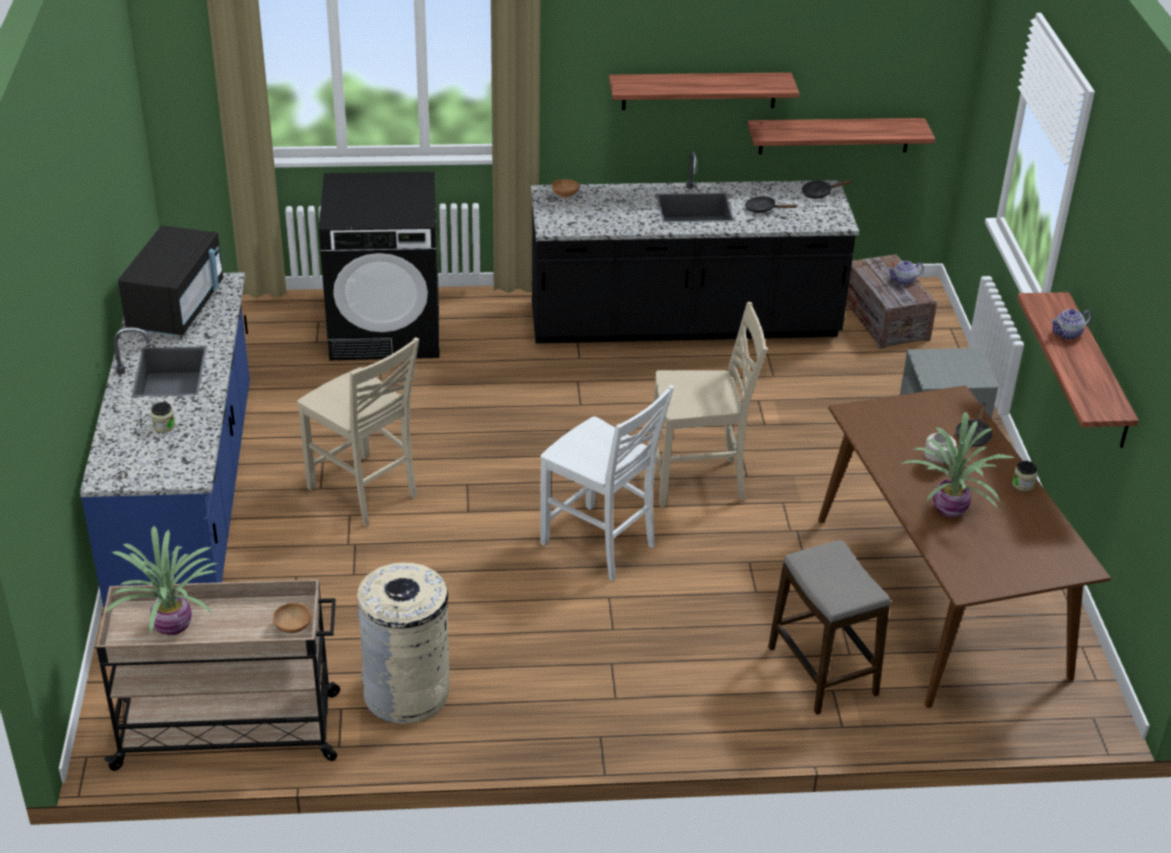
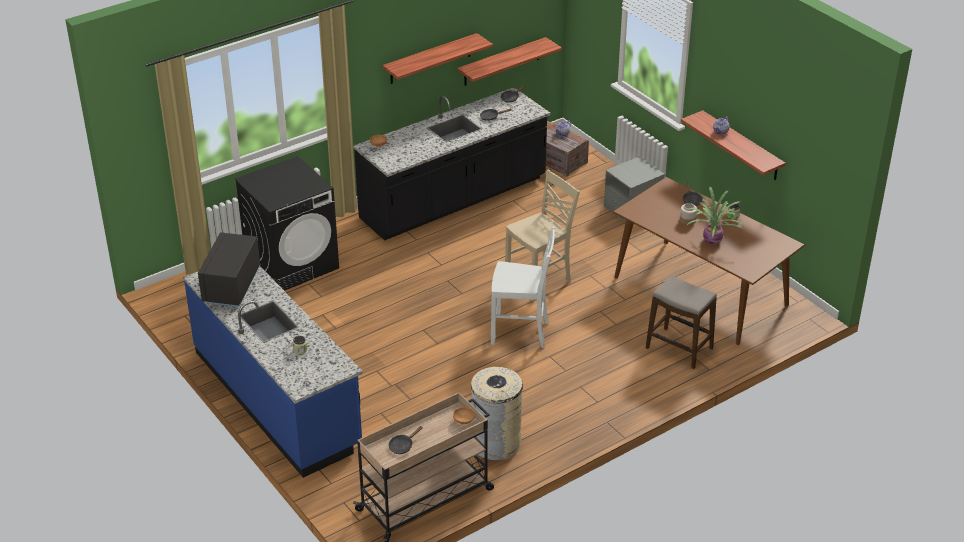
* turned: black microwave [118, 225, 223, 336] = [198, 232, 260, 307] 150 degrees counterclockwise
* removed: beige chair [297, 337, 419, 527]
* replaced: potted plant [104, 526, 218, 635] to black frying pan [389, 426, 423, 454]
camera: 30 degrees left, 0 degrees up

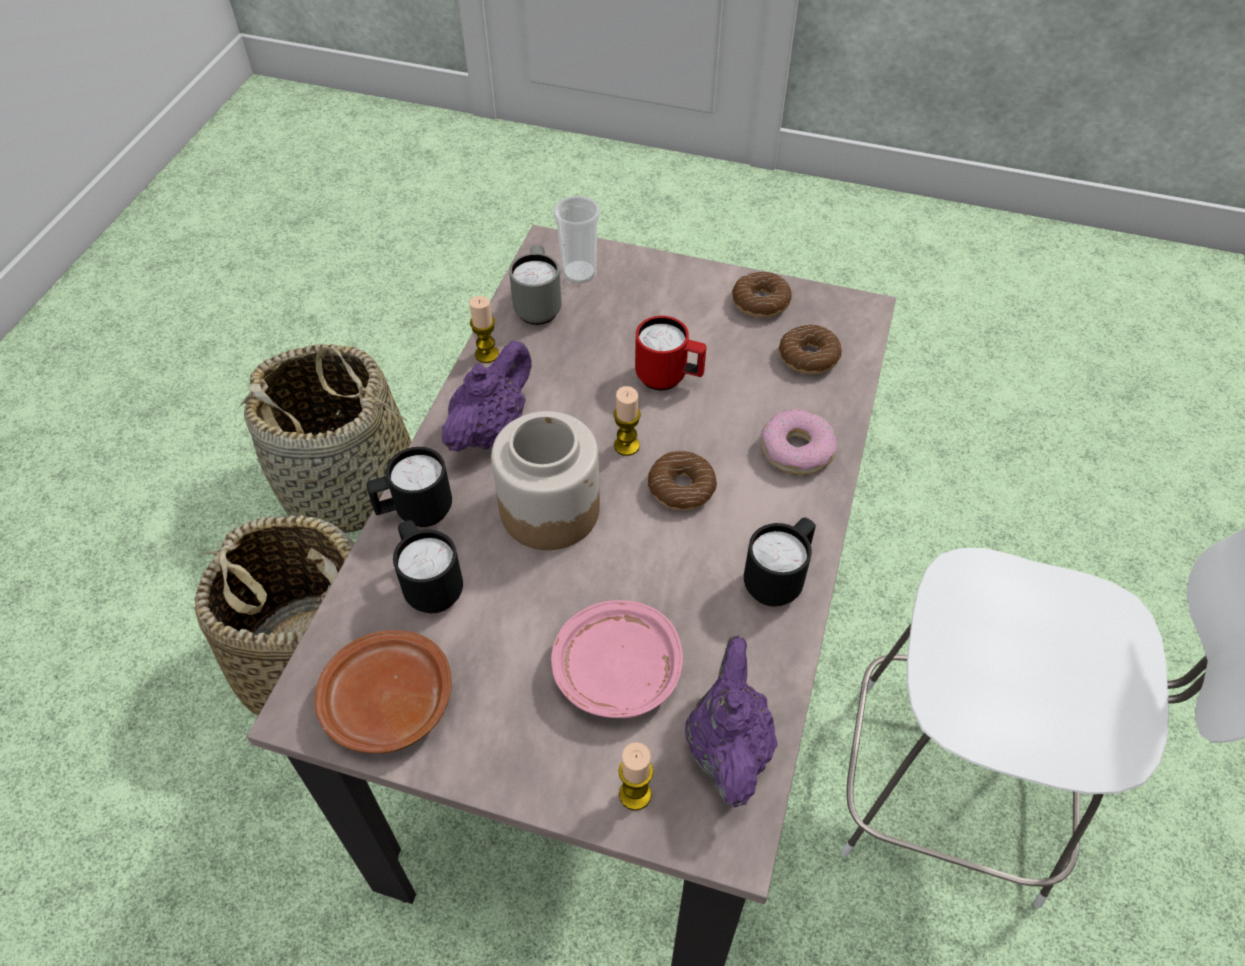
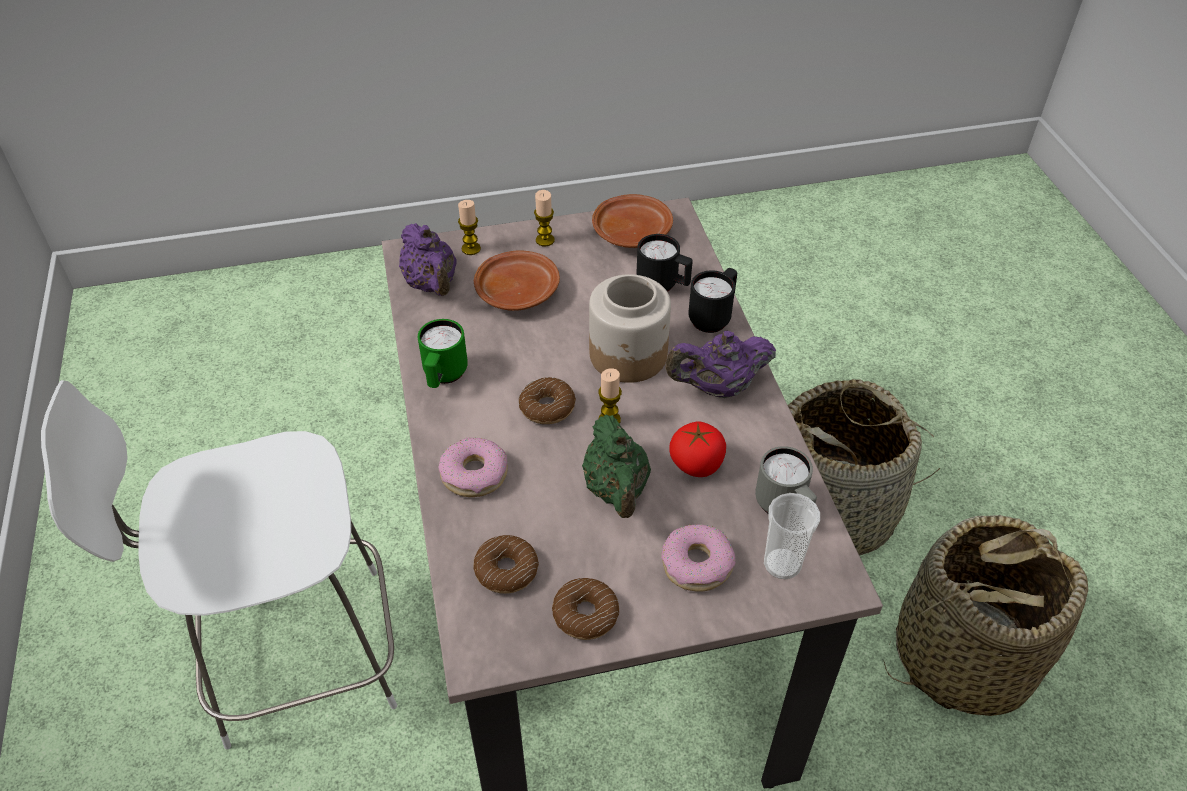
* moved: candle [469, 296, 499, 363] to [534, 190, 555, 246]
* replaced: red mug [635, 316, 707, 390] to green teapot [582, 415, 651, 518]
* turned: purple teapot [442, 340, 532, 452] = [666, 331, 776, 398] 75 degrees clockwise
* recoloured: black mug [744, 517, 816, 607] to green mug [418, 319, 468, 388]
* recoloured: pink plate [551, 600, 683, 718] to brown plate [474, 250, 560, 311]
* added: tomato [669, 422, 726, 477]
* added: donut [661, 524, 735, 592]
camera: 150 degrees right, 5 degrees down

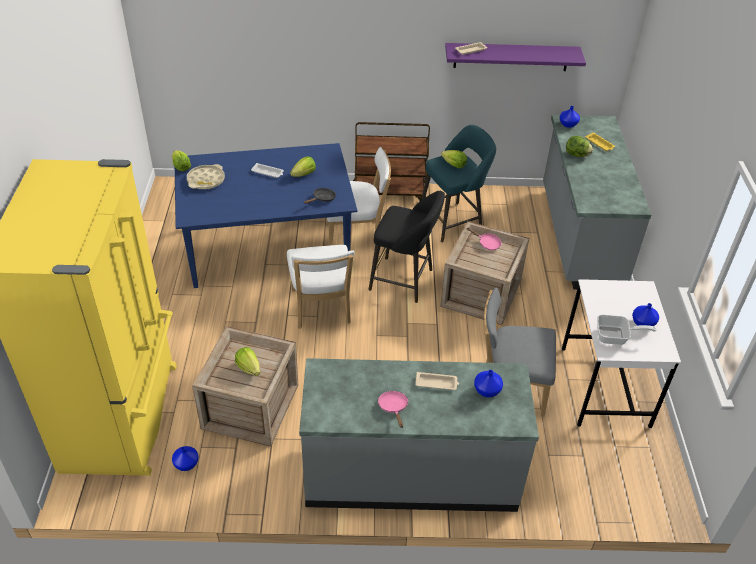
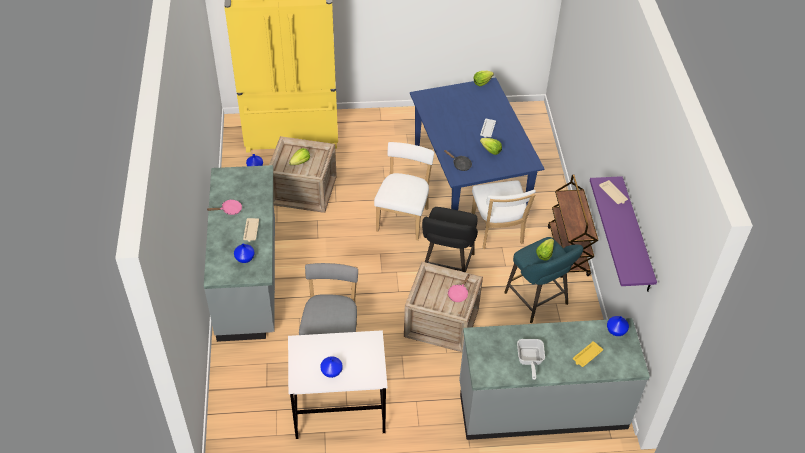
* removed: lettuce [566, 136, 593, 157]
* removed: beige tray [187, 164, 225, 189]
* turned: white chair [287, 245, 354, 329] = [374, 142, 434, 240] 120 degrees clockwise
* moved: frying pan [597, 315, 656, 345] to [517, 339, 545, 380]
camera: 85 degrees right, 5 degrees up

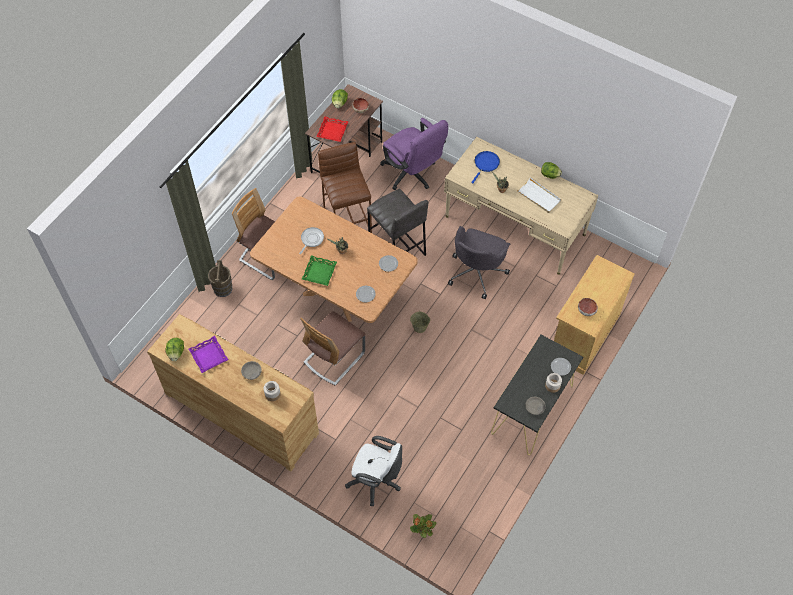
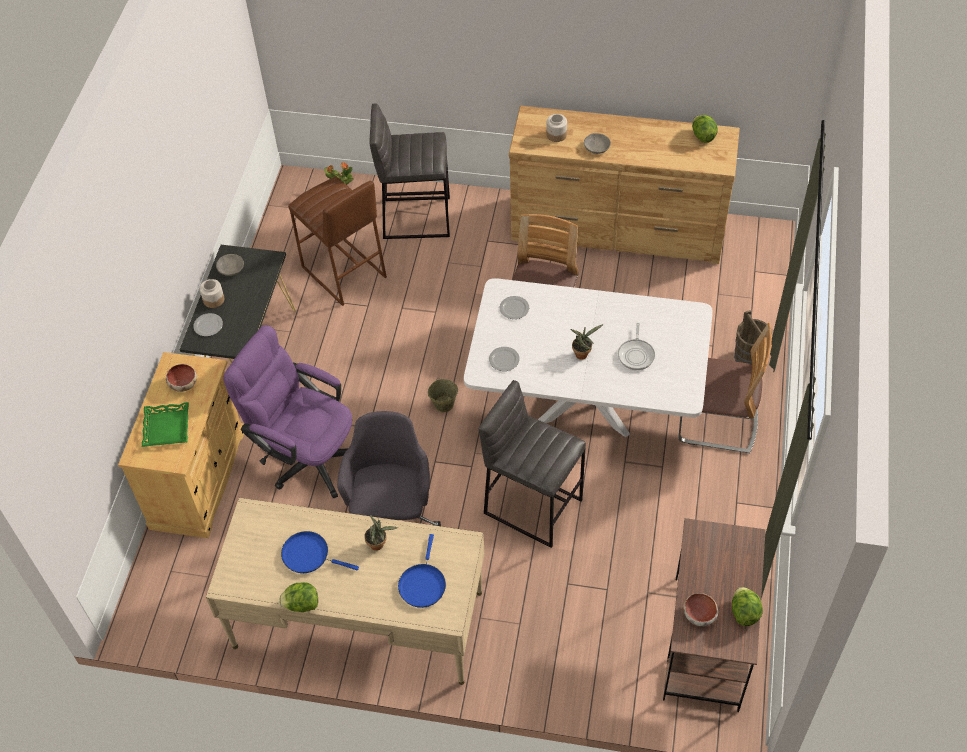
* removed: red tray [316, 116, 349, 142]
* moved: purple office chair [380, 118, 448, 190] to [223, 325, 352, 498]
* moved: brown stool [318, 142, 372, 233] to [288, 176, 387, 306]
* replaced: white tray [516, 177, 561, 213] to blue frying pan [281, 531, 359, 573]
* recoloured: brown dining table [250, 196, 418, 323] to white dining table [464, 278, 713, 437]
* moved: green tray [302, 255, 337, 286] to [142, 402, 189, 447]
* removed: purple tray [189, 336, 229, 373]
* replaced: white office chair [345, 436, 402, 506] to grey stool [370, 104, 450, 239]
camera: 160 degrees right, 5 degrees down

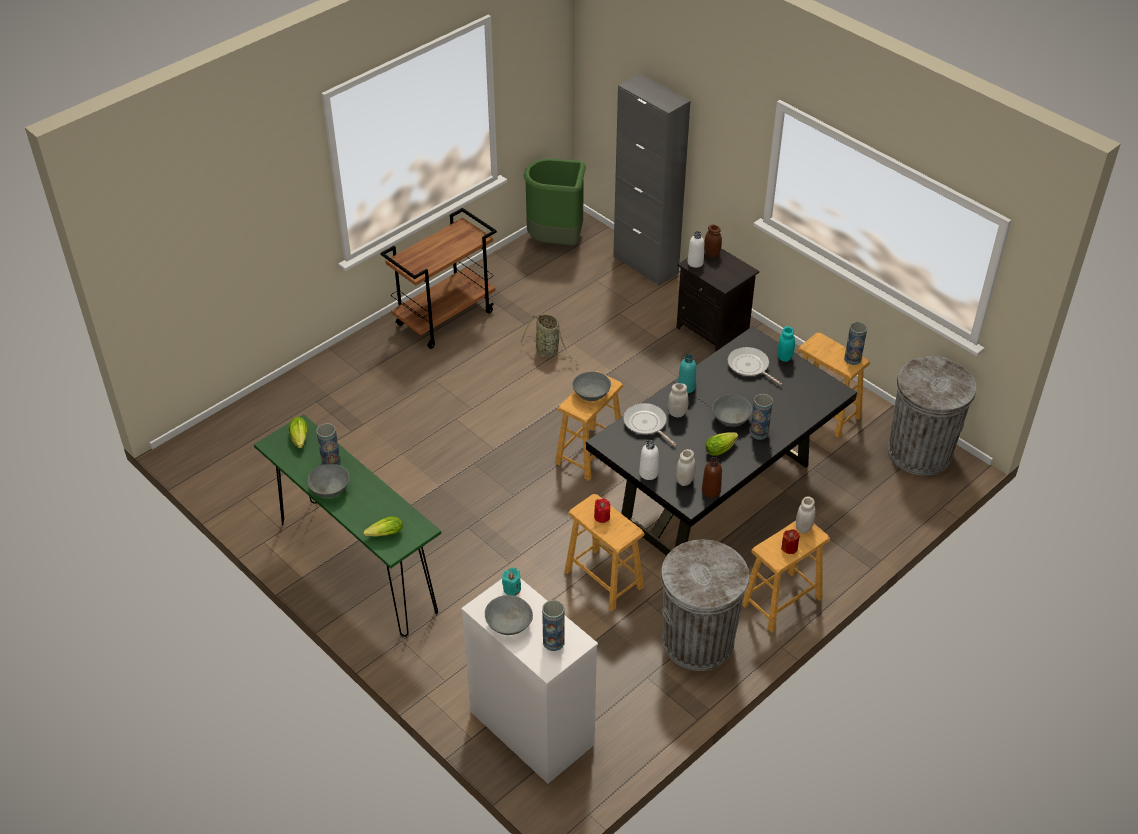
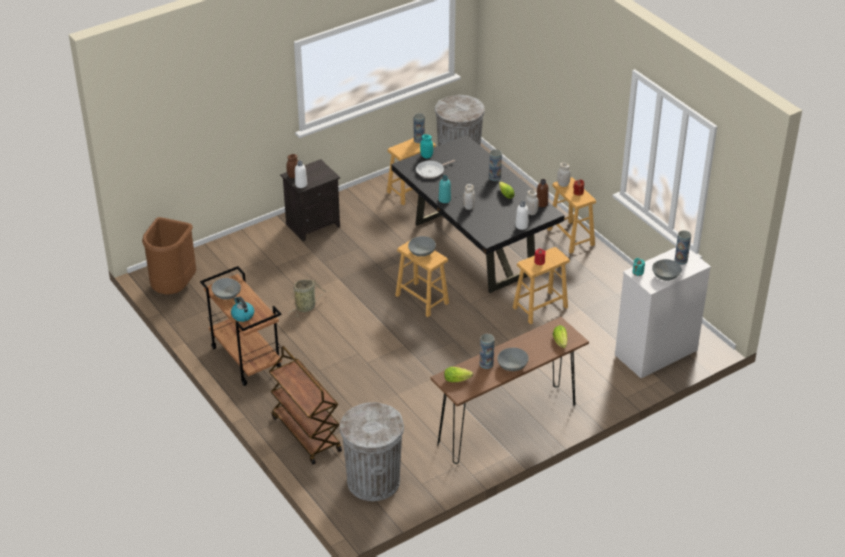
* removed: grey cabinet [613, 74, 691, 286]
* recoloured: green trash can [523, 158, 586, 246] to brown trash can [142, 217, 196, 295]
* moved: grey bowl [712, 394, 752, 427] to [211, 278, 241, 300]
* removed: frying pan [623, 403, 676, 446]
* recoloured: green console table [254, 414, 441, 637] to brown console table [430, 317, 589, 464]
* moved: grey trash can [661, 540, 750, 671] to [340, 402, 404, 501]
* added: kettle [231, 297, 254, 322]
* added: brown cart [269, 346, 342, 464]
camera: 80 degrees left, 5 degrees down

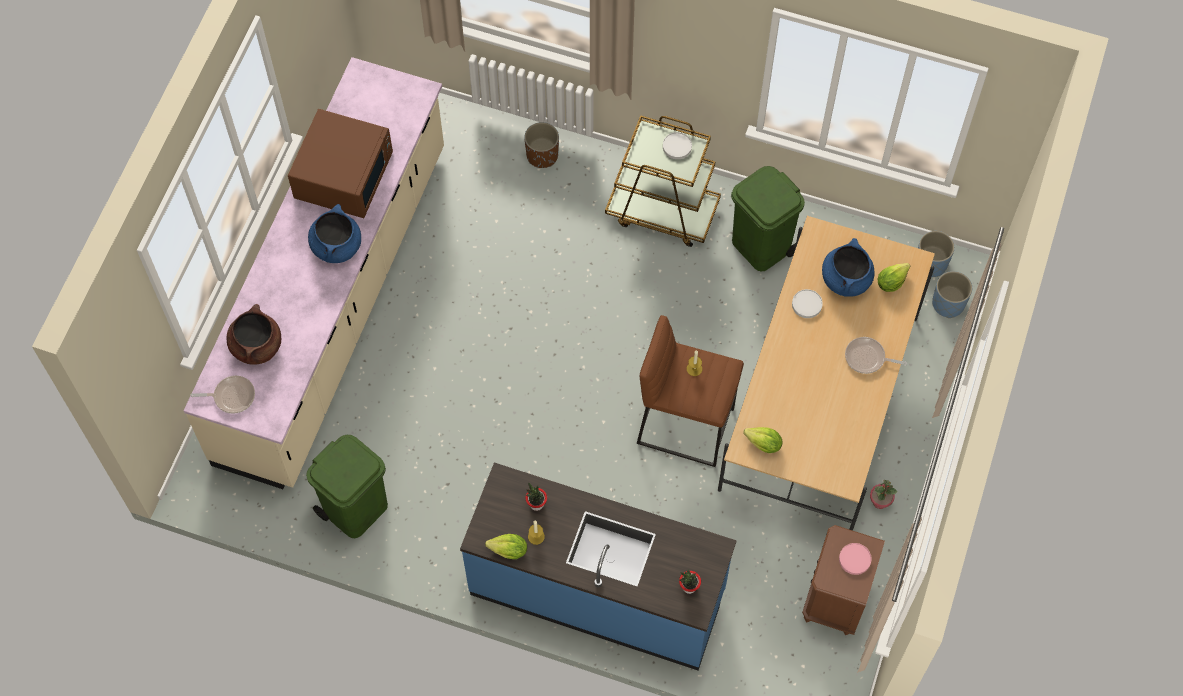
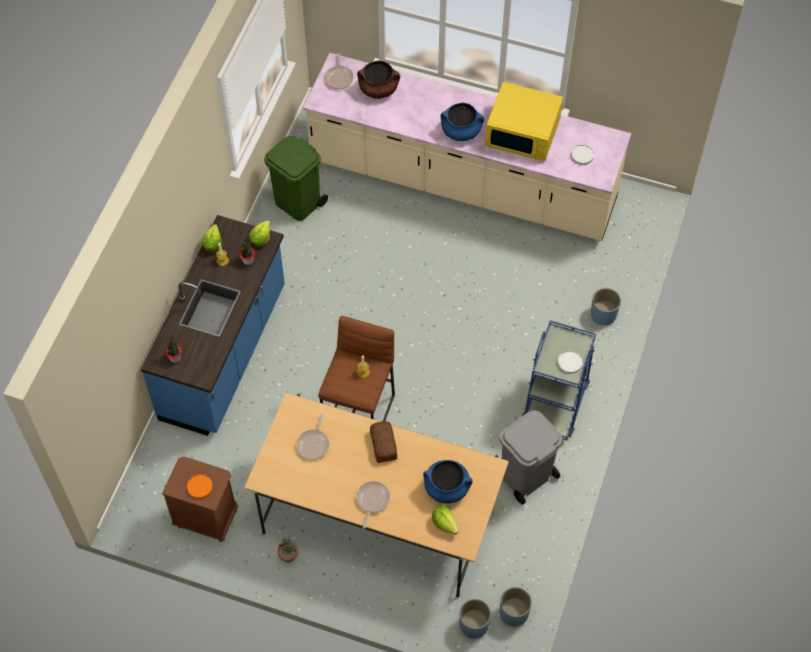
* recoloured: brown microwave [288, 109, 393, 218] to yellow microwave [485, 82, 563, 161]
* recoloured: brown cart [605, 115, 721, 247] to blue cart [522, 320, 596, 441]
* recoloured: brown planter [524, 122, 559, 168] to blue planter [591, 288, 621, 325]
* recoloured: green trash can [731, 166, 805, 271] to grey trash can [499, 411, 563, 505]
* moved: white plate [792, 289, 823, 318] to [571, 145, 594, 165]
* moved: lettuce [743, 427, 783, 453] to [249, 220, 270, 246]
* recoloured: pink plate [839, 543, 872, 575] to orange plate [187, 474, 213, 499]
* added: frying pan [296, 414, 329, 460]
* added: bread [370, 421, 397, 463]
camera: 90 degrees right, 5 degrees down

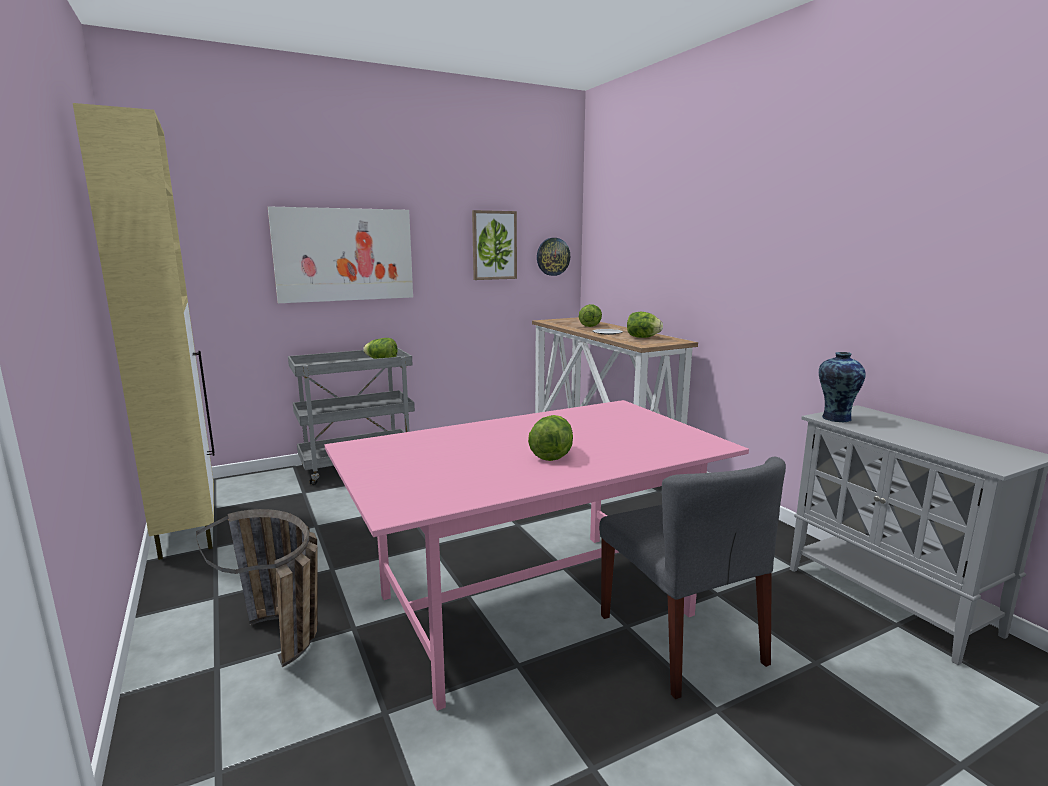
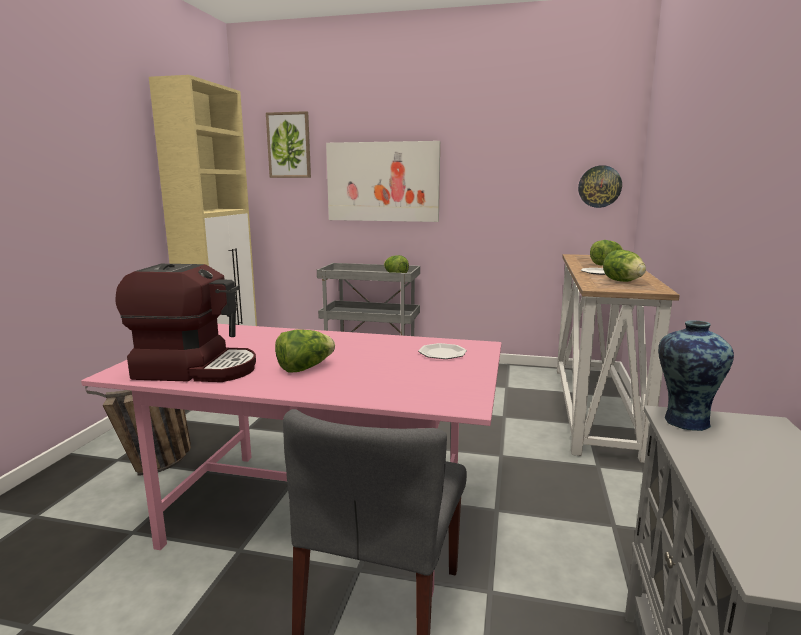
* moved: picture [472, 210, 517, 280] to [266, 111, 311, 178]
* added: coffee machine [115, 264, 256, 382]
* added: plate [418, 343, 467, 359]
camera: 40 degrees right, 0 degrees up

